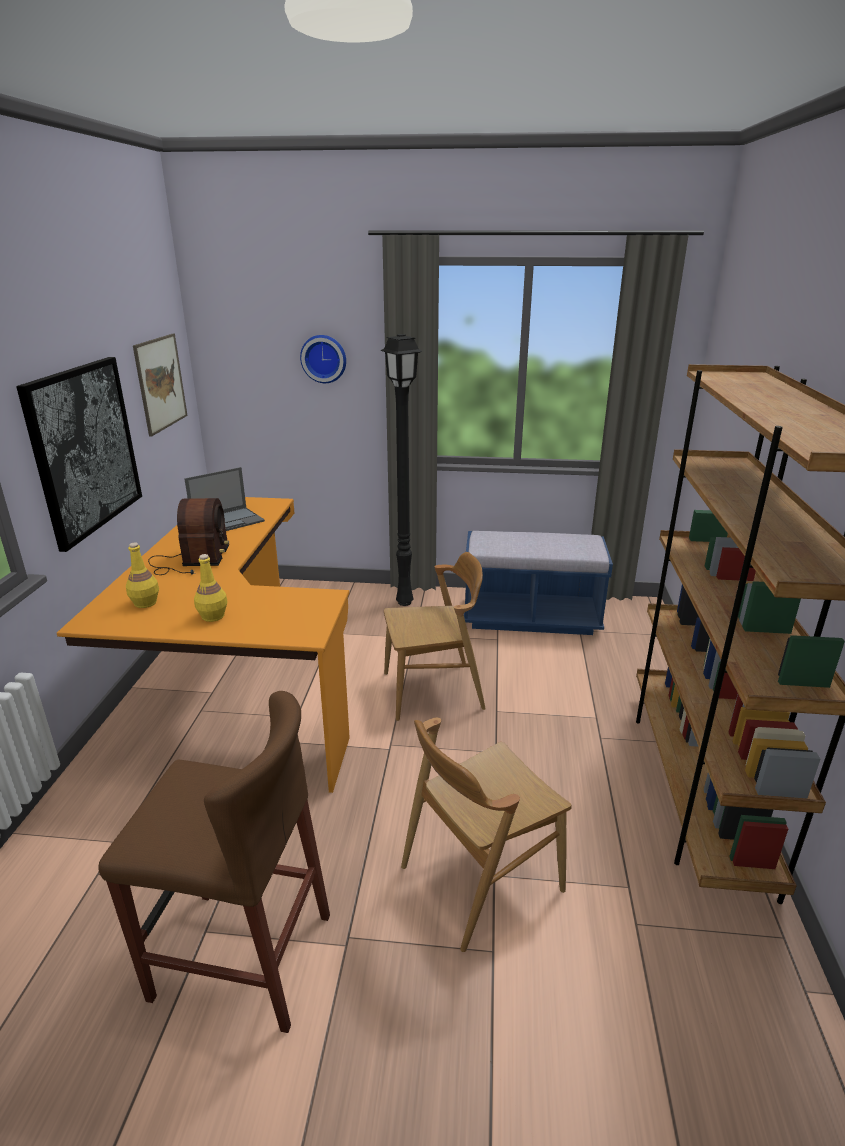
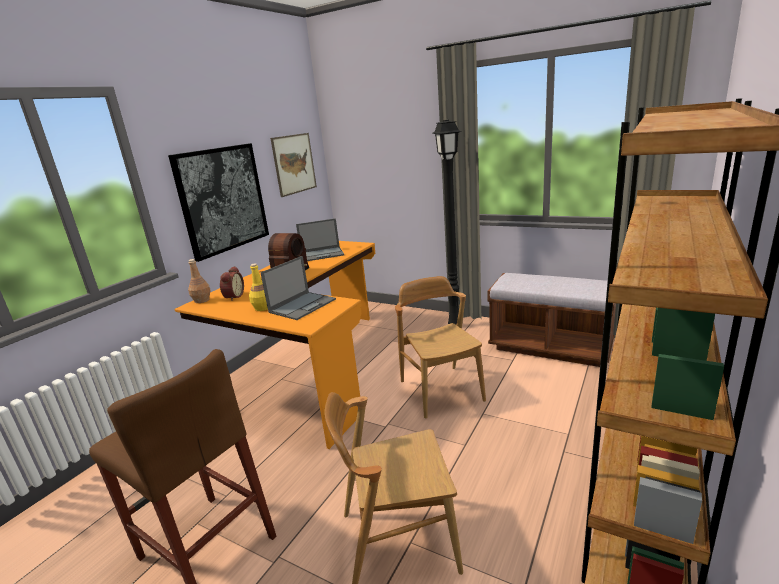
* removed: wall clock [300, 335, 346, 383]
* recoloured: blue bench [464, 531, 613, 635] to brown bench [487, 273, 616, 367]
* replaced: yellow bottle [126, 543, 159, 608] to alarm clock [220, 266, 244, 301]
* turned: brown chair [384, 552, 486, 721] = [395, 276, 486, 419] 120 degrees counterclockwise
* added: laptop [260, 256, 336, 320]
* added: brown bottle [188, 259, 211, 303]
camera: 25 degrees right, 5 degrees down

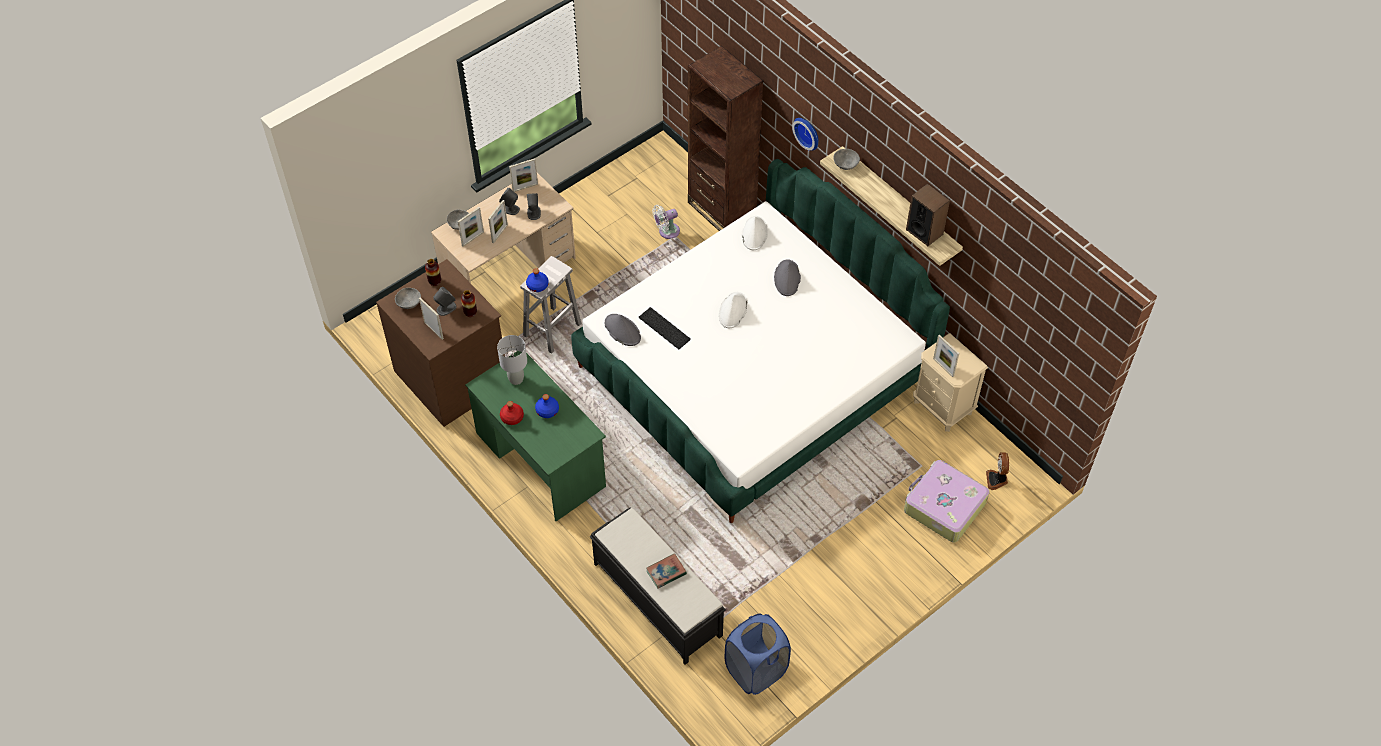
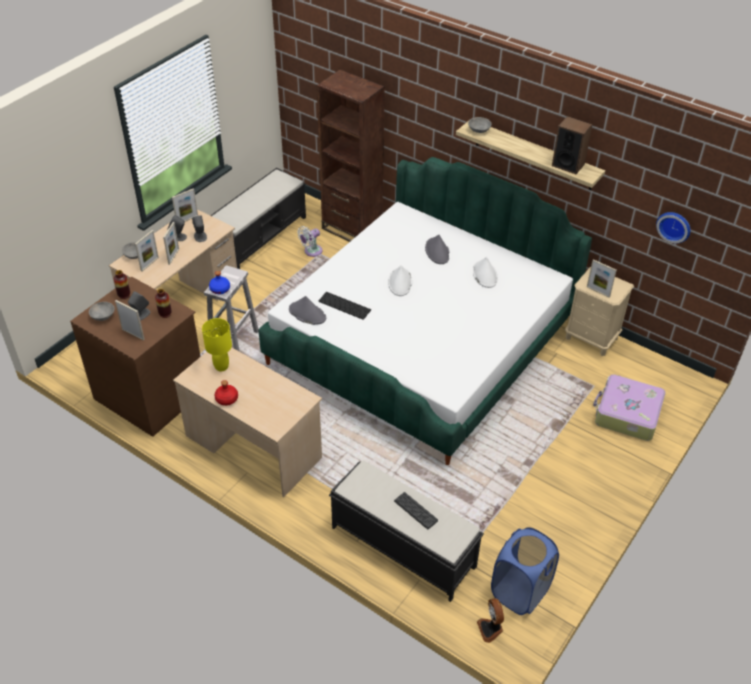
* moved: wall clock [792, 118, 818, 151] to [656, 212, 690, 243]
* moved: white hat [742, 216, 768, 250] to [473, 257, 498, 288]
* recoloured: grey table lamp [497, 335, 527, 385] to yellow table lamp [202, 318, 232, 372]
* recoloured: green desk [465, 351, 606, 521] to beige desk [173, 347, 322, 497]
* removed: blue bottle [535, 394, 559, 418]
* moved: fan [986, 452, 1009, 490] to [477, 598, 504, 643]
* replaced: book [646, 553, 687, 589] to keyboard [394, 492, 438, 529]
* added: black bench [211, 168, 306, 269]
camera: 15 degrees left, 10 degrees down

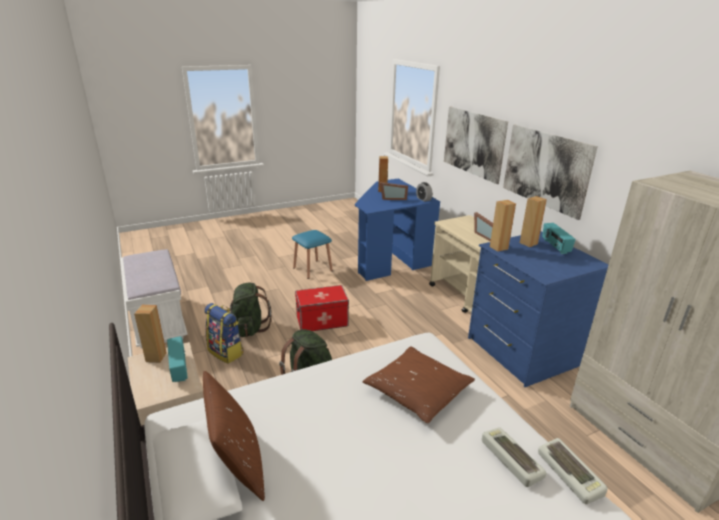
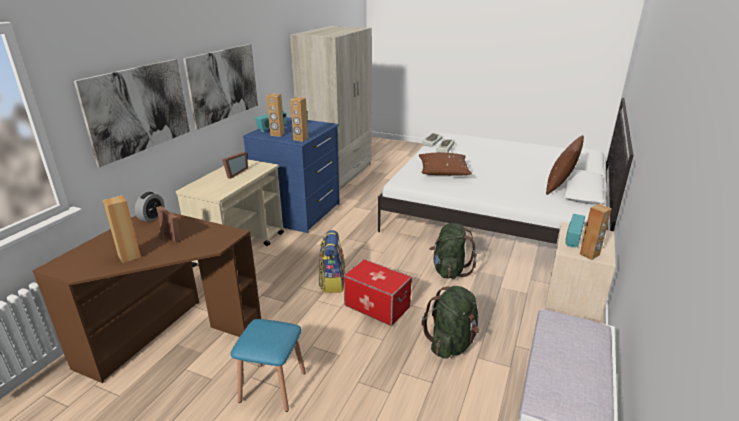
* recoloured: blue desk [355, 179, 440, 281] to brown desk [33, 213, 261, 383]
* moved: backpack [204, 303, 244, 364] to [319, 230, 345, 293]
camera: 130 degrees left, 0 degrees up

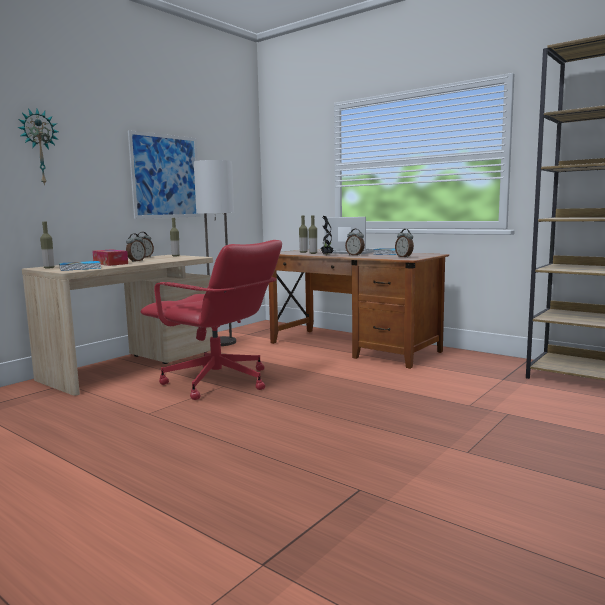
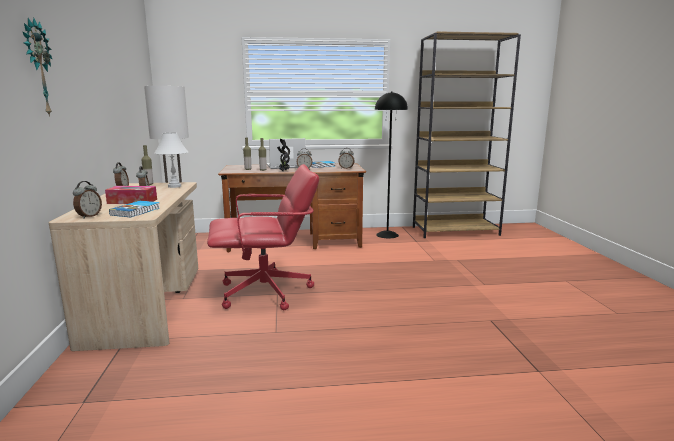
* removed: picture [128, 130, 200, 219]
* replaced: bottle [40, 222, 54, 269] to alarm clock [73, 181, 102, 219]
* added: black floor lamp [375, 92, 408, 238]
* added: white table lamp [154, 133, 188, 188]
camera: 45 degrees left, 5 degrees up

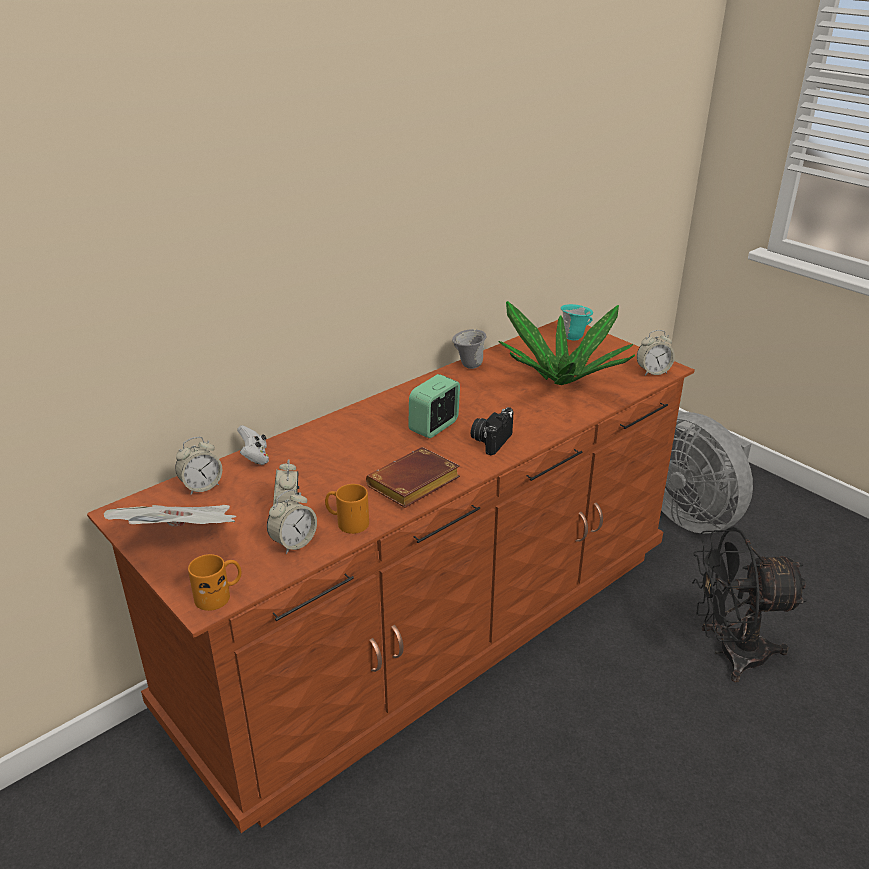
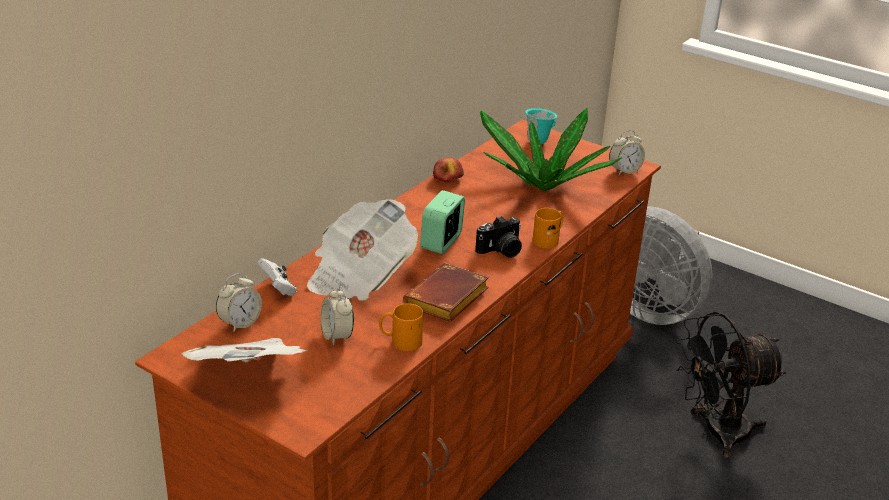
* replaced: grey mug [452, 329, 487, 369] to apple [433, 158, 464, 183]
* turned: photo camera [471, 407, 514, 455] = [475, 216, 522, 258] 135 degrees counterclockwise
* removed: alarm clock [267, 489, 317, 554]
* moved: orange mug [188, 554, 241, 611] to [533, 208, 564, 249]
* added: newspaper [307, 199, 418, 301]
camera: 15 degrees left, 0 degrees up

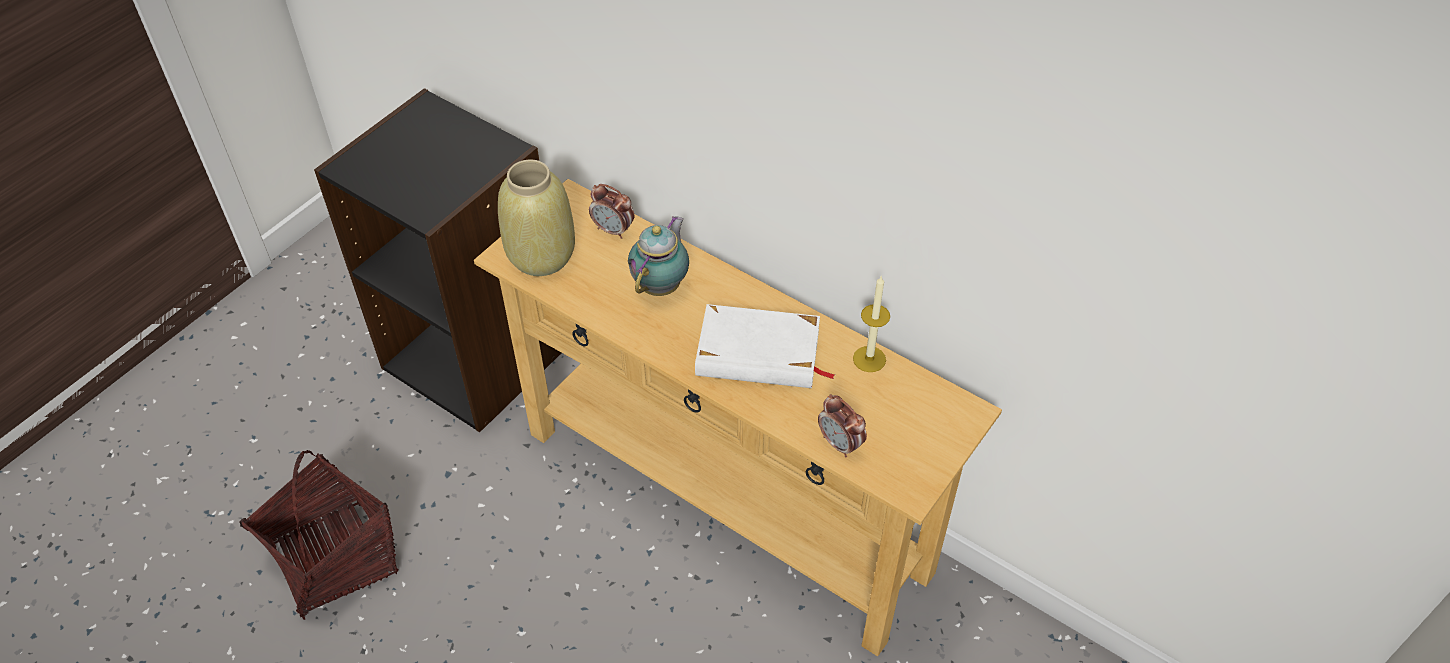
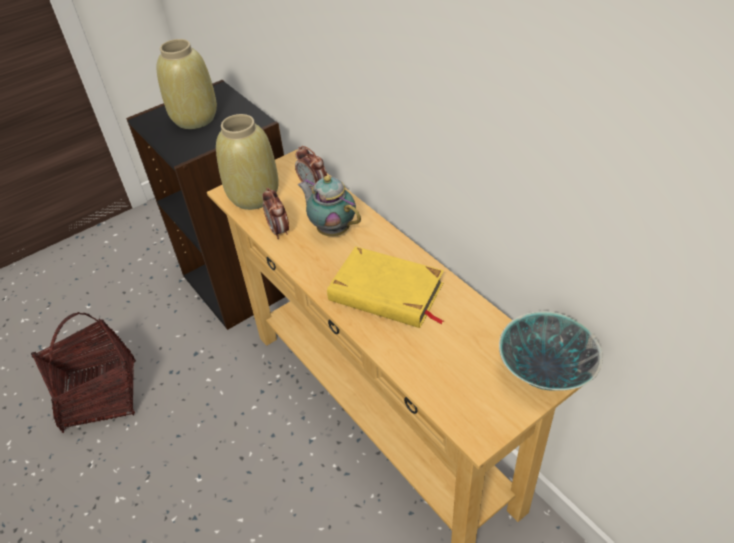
* turned: teapot [628, 216, 689, 296] = [298, 176, 361, 236] 90 degrees counterclockwise
* removed: candle [853, 276, 890, 372]
* recoloured: white book [695, 304, 835, 388] to yellow book [327, 246, 444, 328]
* moved: alarm clock [818, 394, 867, 457] to [262, 188, 289, 239]
* added: beige vase [157, 39, 217, 129]
* added: bowl [499, 311, 603, 391]
camera: 20 degrees right, 5 degrees down

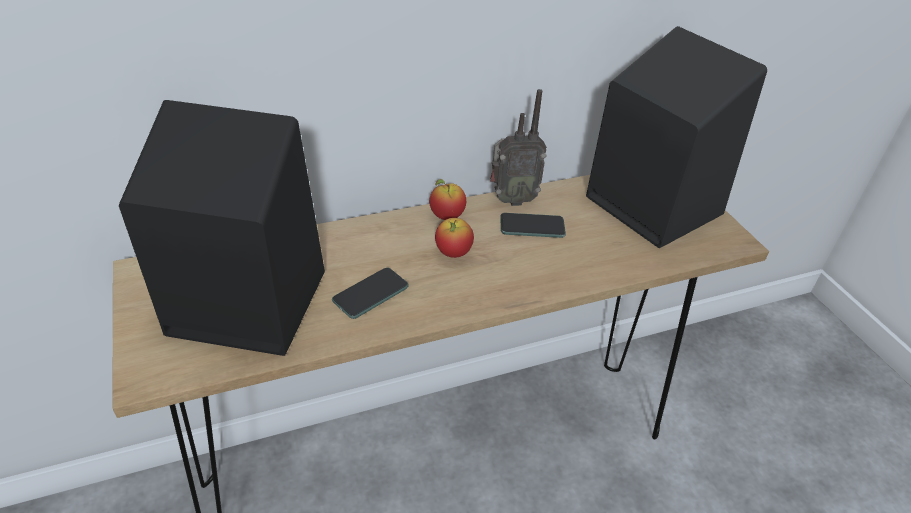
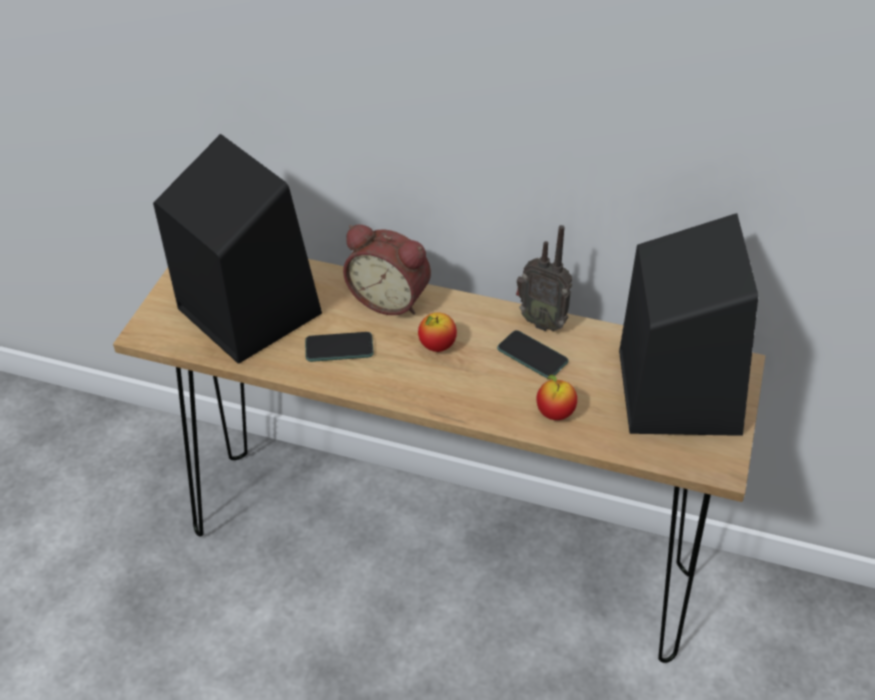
* moved: apple [429, 179, 466, 220] to [536, 375, 577, 420]
* added: alarm clock [343, 224, 431, 315]
camera: 40 degrees right, 5 degrees up

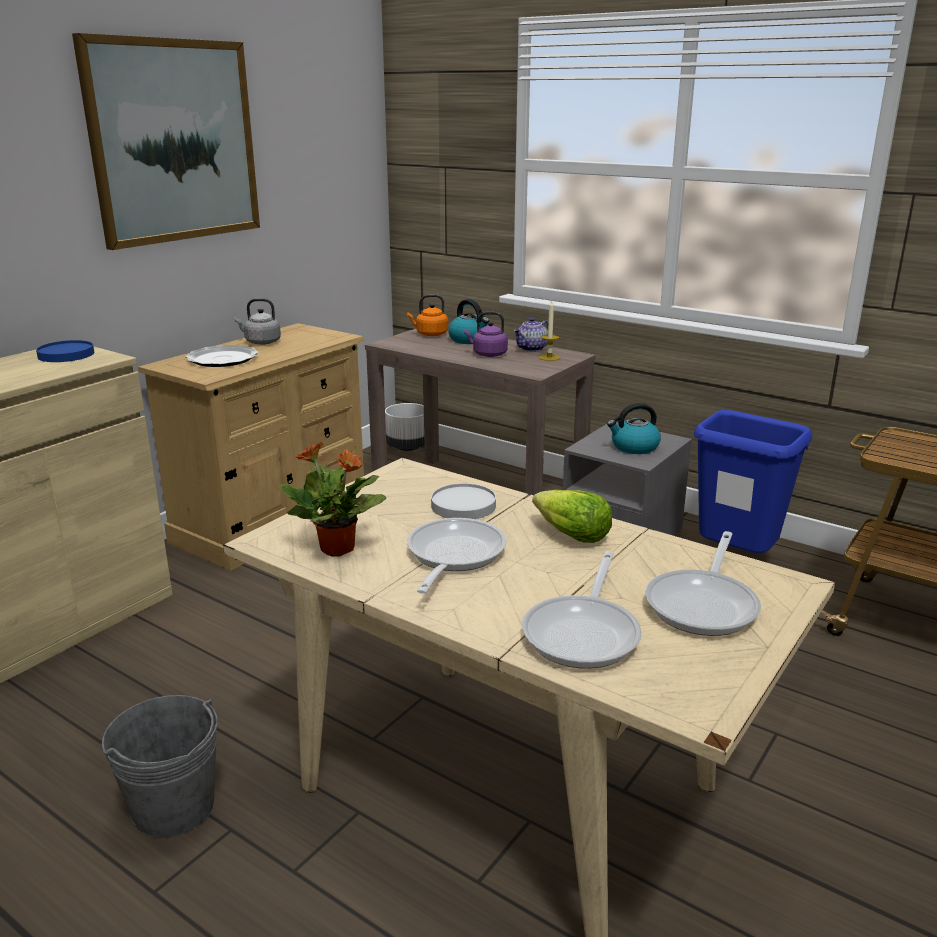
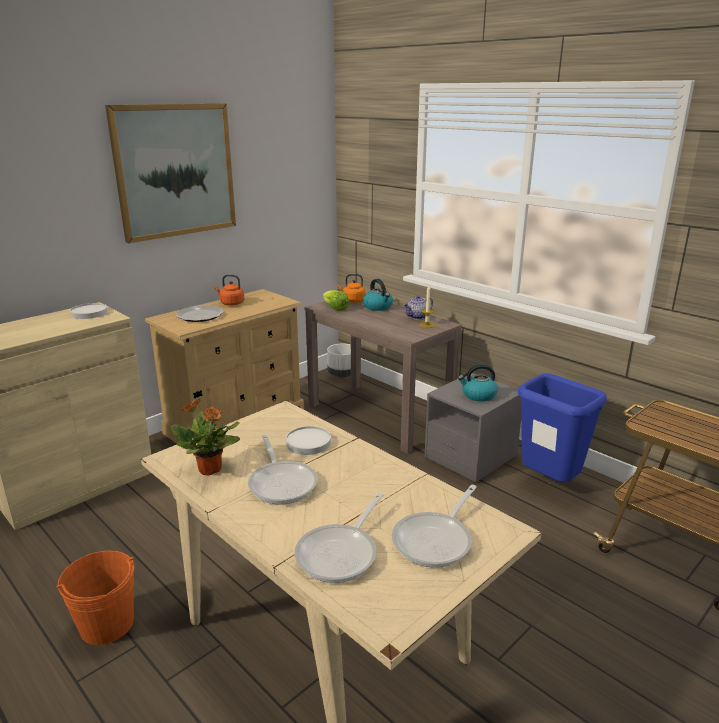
* recoloured: grey kettle [234, 298, 281, 345] to orange kettle [214, 274, 244, 306]
* removed: purple kettle [464, 312, 508, 357]
* recoloured: blue plate [36, 340, 94, 362] to white plate [70, 303, 108, 319]
* moved: lettuce [532, 490, 612, 543] to [323, 290, 349, 311]
* turned: frying pan [407, 518, 507, 594] = [248, 434, 318, 504] 135 degrees clockwise
* recoloured: grey bucket [102, 695, 218, 838] to orange bucket [56, 551, 134, 645]
camera: 10 degrees right, 0 degrees up

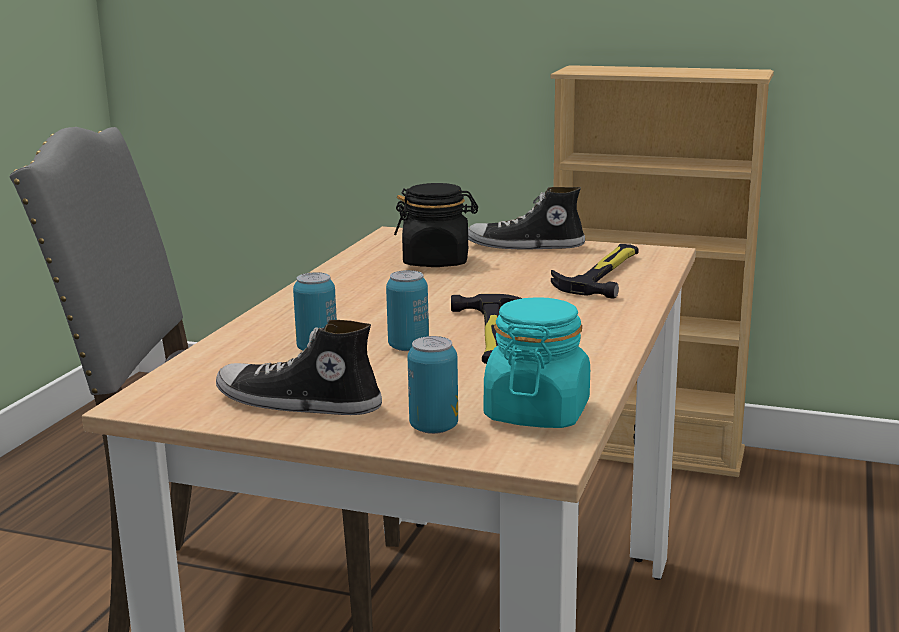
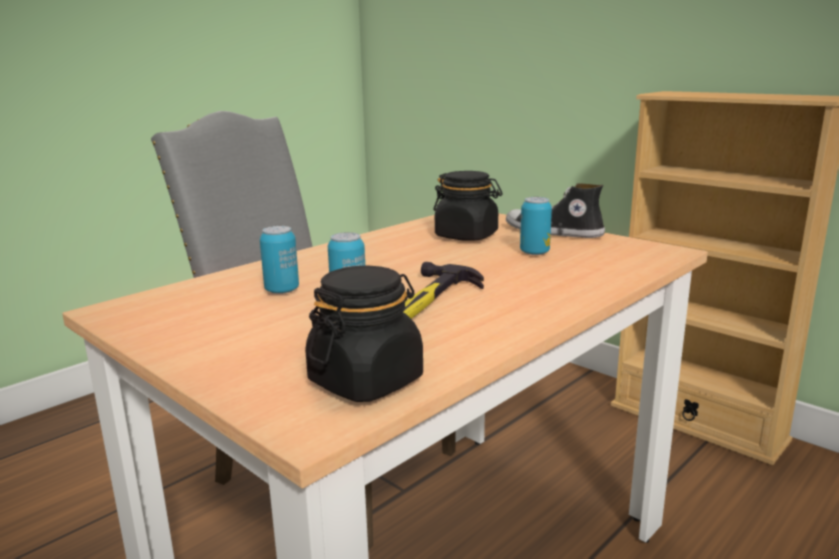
* removed: hammer [551, 244, 639, 299]
* recoloured: turquoise jar [484, 297, 590, 428] to black jar [305, 265, 423, 402]
* removed: shoe [216, 320, 382, 415]
* moved: can [408, 336, 458, 434] to [520, 197, 552, 255]
camera: 25 degrees right, 0 degrees up

